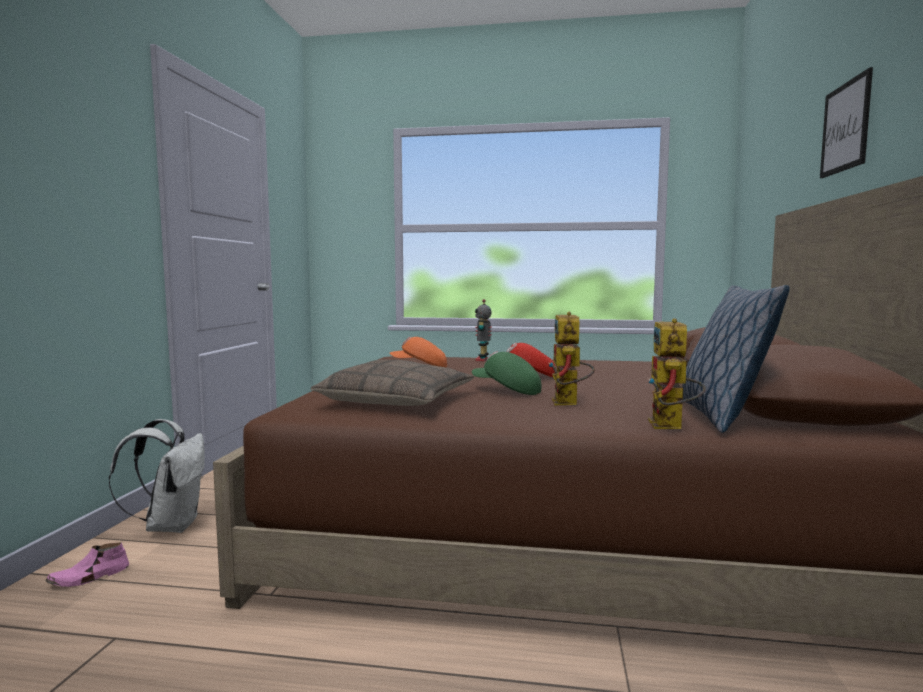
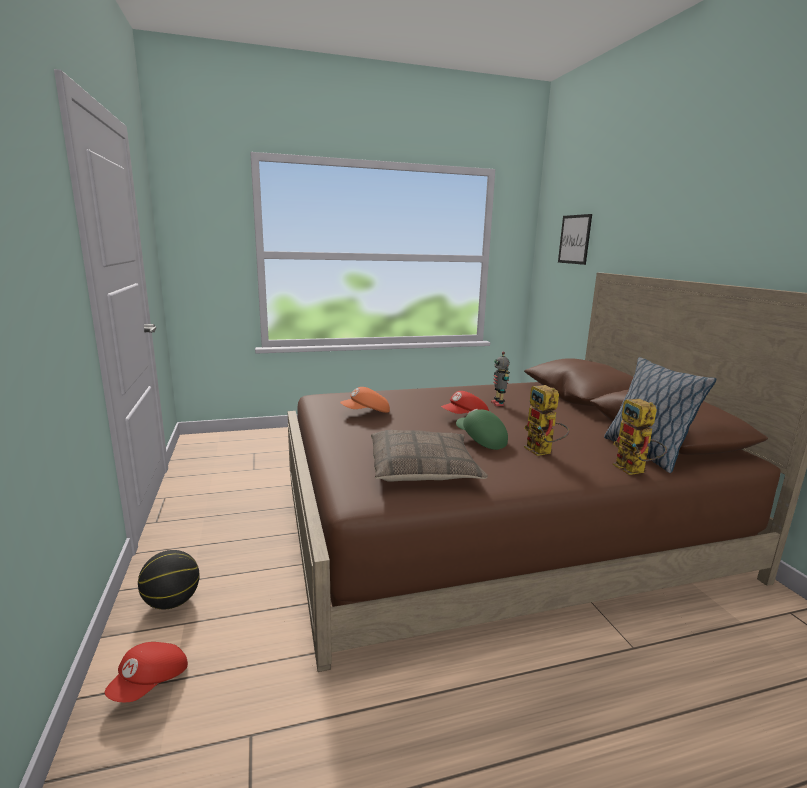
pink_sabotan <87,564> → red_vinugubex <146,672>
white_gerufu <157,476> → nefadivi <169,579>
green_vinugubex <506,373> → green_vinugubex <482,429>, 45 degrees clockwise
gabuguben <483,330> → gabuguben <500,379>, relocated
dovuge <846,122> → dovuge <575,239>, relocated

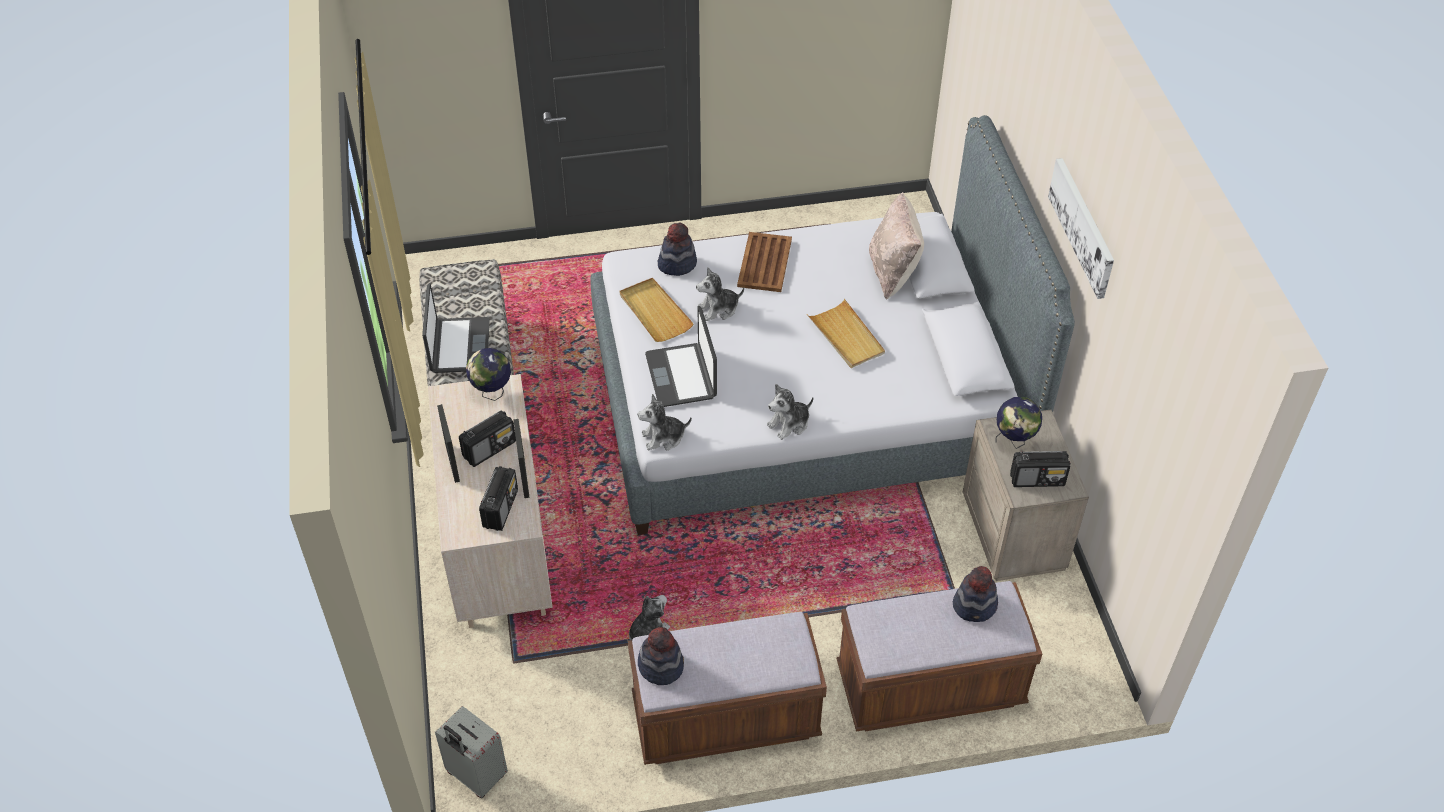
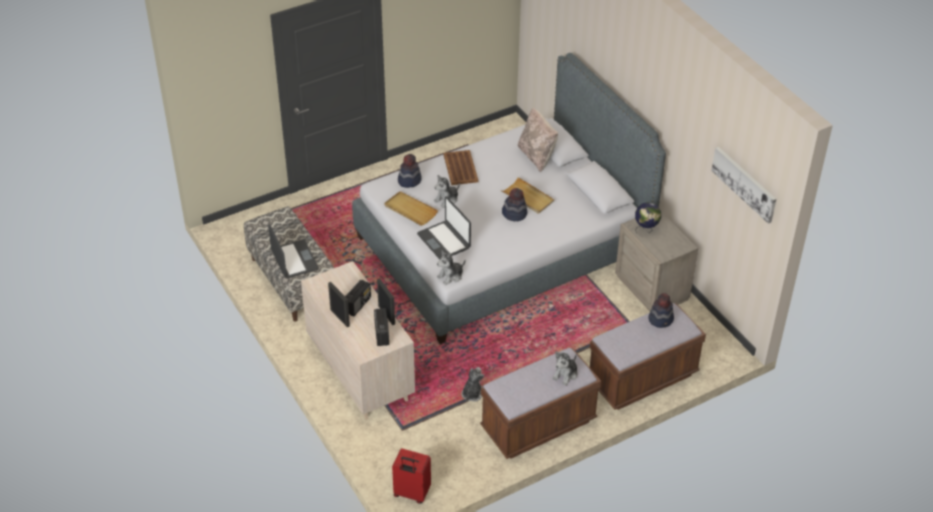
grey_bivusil <471,752> → red_bivusil <411,476>
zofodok <661,656> → zofodok <514,204>, relocated
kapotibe <790,412> → kapotibe <564,368>, relocated
dovuge <1081,228> → dovuge <743,185>, relocated
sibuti <488,374> → -
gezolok <1040,469> → -

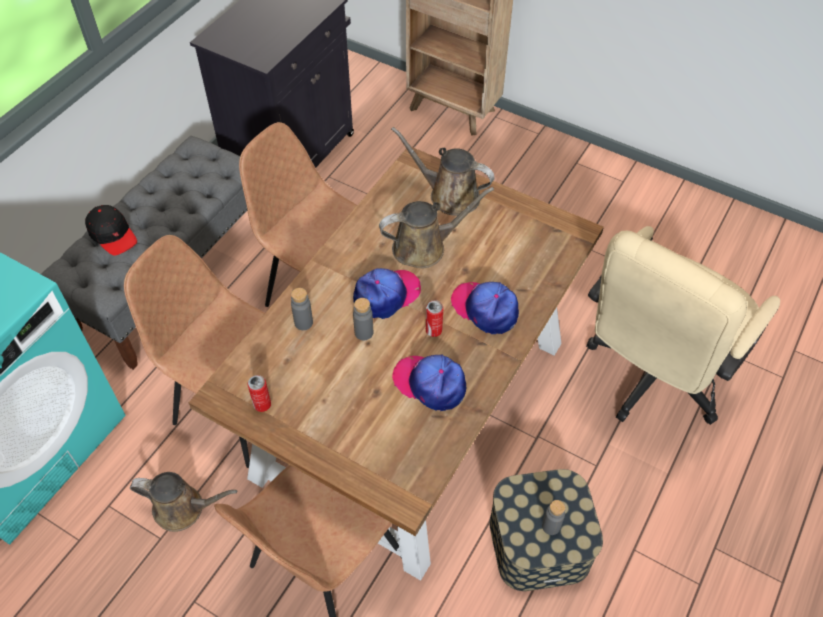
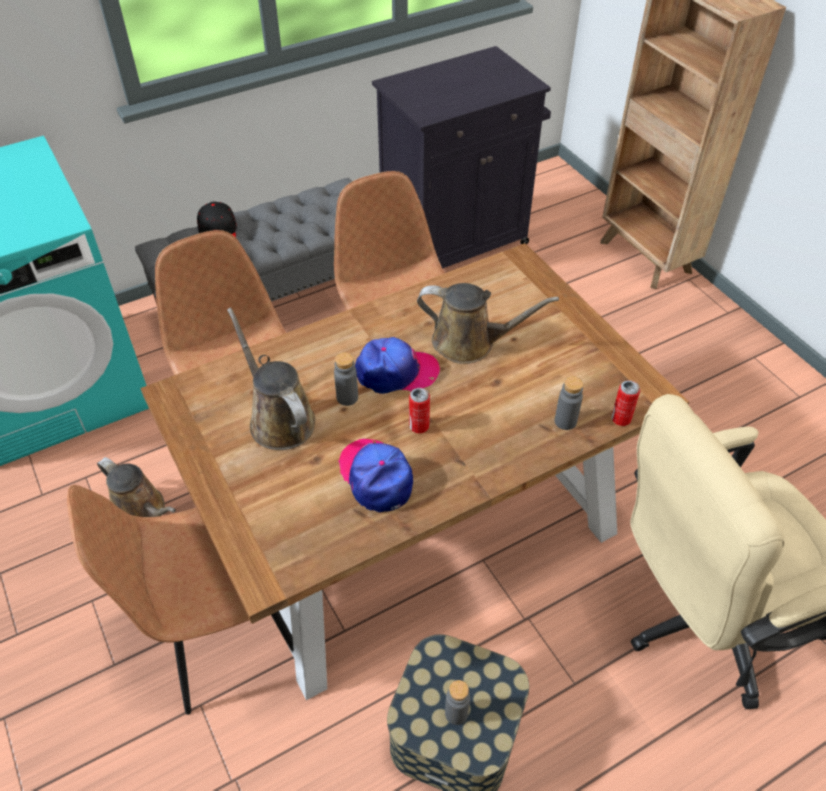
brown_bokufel <442,171> → brown_bokufel <271,379>, relocated
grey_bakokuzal <302,309> → grey_bakokuzal <569,403>, relocated
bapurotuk <259,393> → bapurotuk <625,403>, relocated
vinugubex <485,308> → -

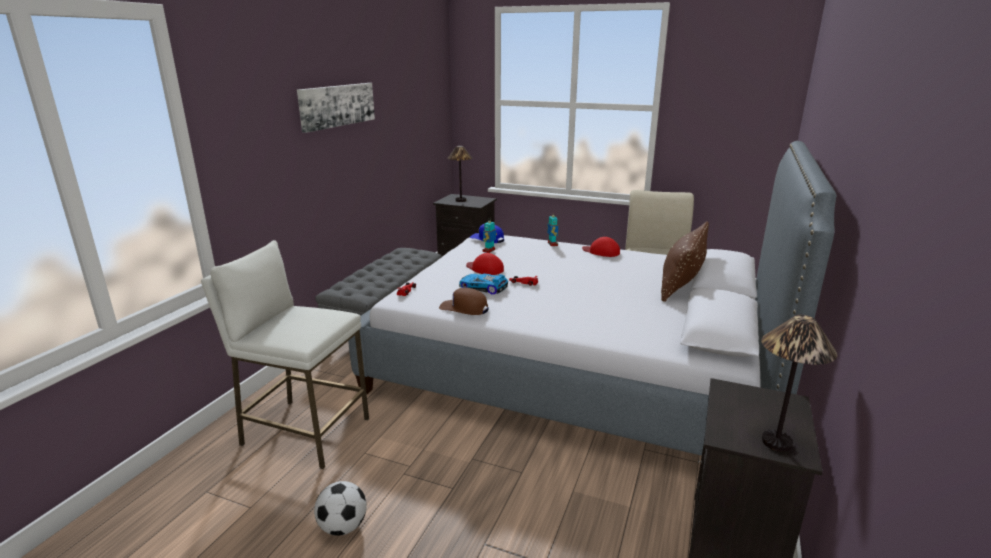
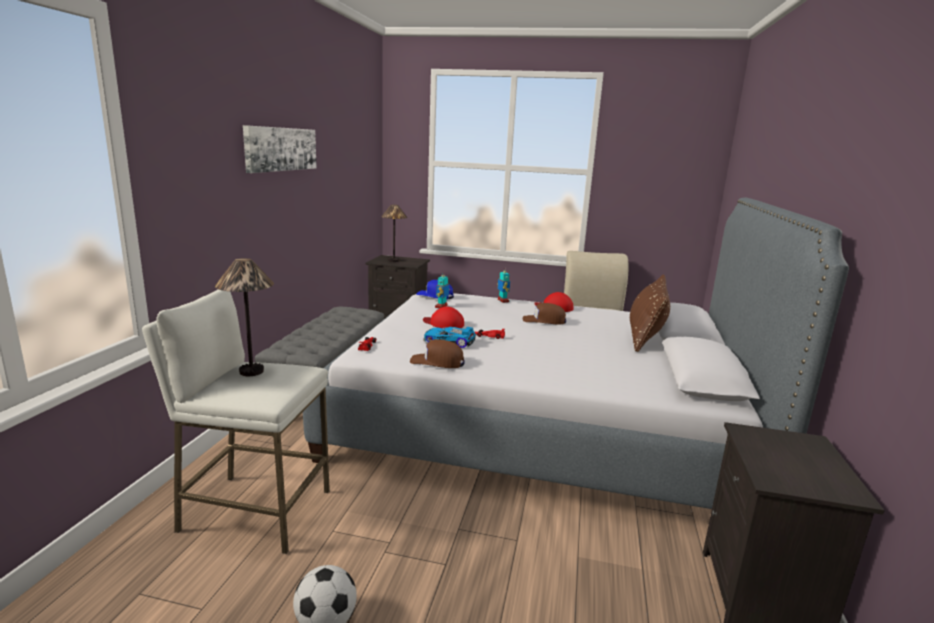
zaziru <799,383> → zaziru <244,317>, relocated
- → brown_vinugubex <544,314>

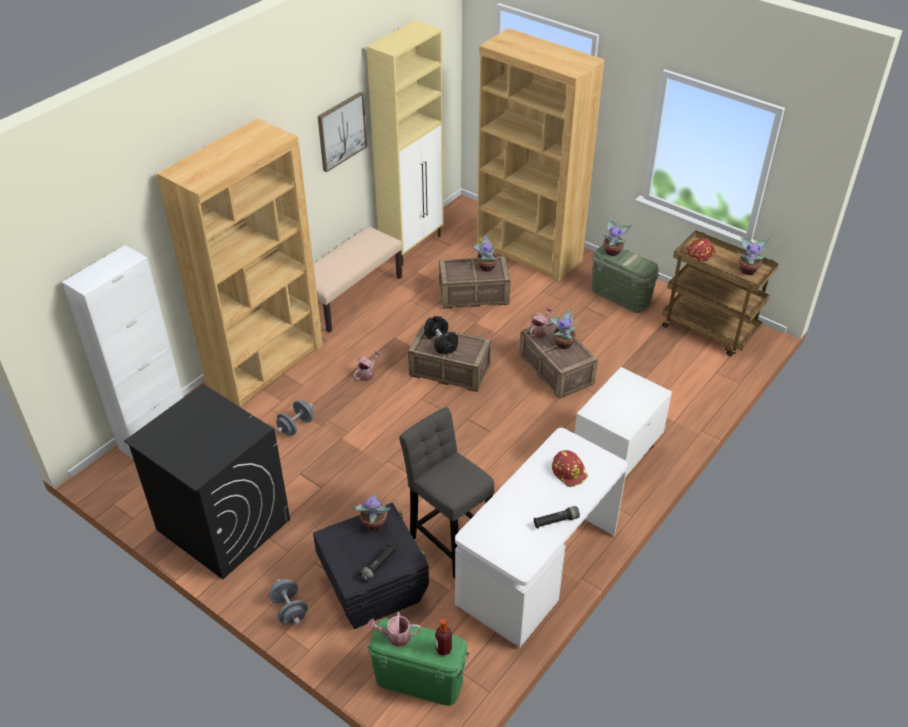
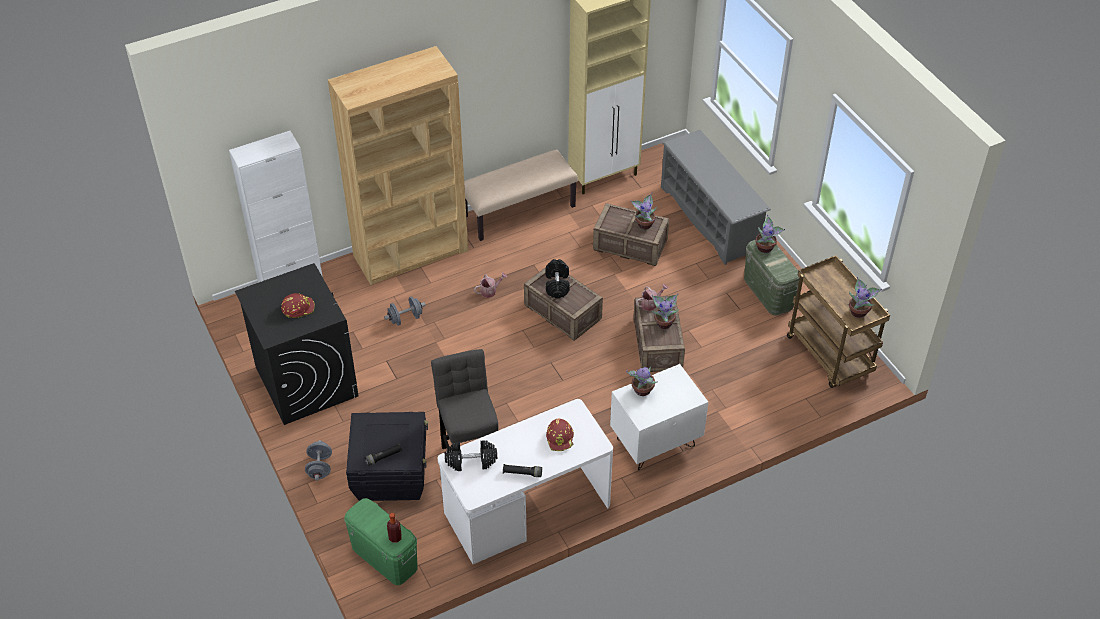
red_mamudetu <701,250> → red_mamudetu <298,305>, relocated
- → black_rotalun <471,455>
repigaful <371,512> → repigaful <641,381>, relocated
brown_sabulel <541,155> → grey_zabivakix <716,197>
dovuge <342,132> → -
bokufel <394,629> → -

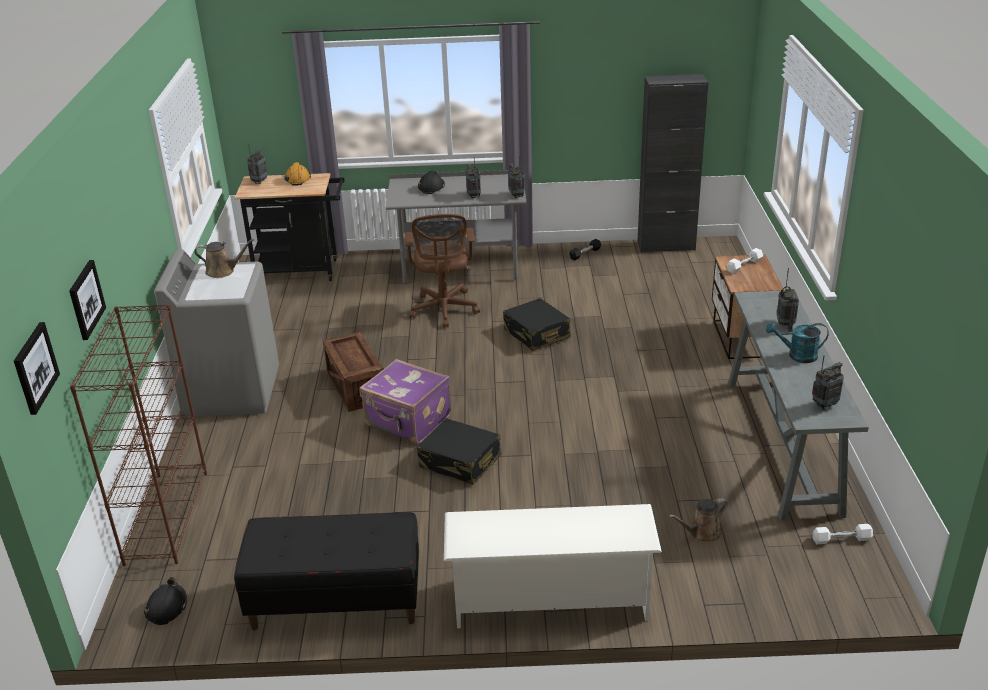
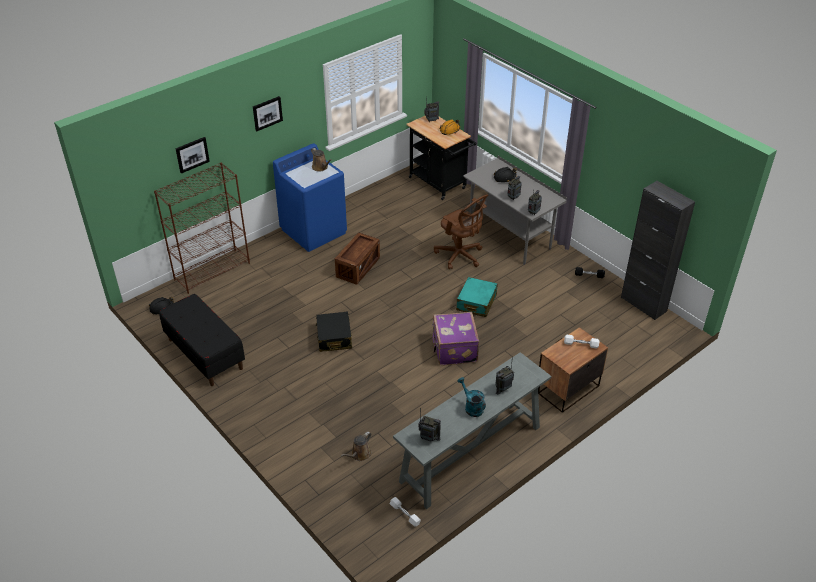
dovuge <37,368> → dovuge <268,113>, relocated
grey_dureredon <216,333> → blue_dureredon <310,197>
brown_bokufel <698,520> → brown_bokufel <356,446>, 75 degrees counterclockwise
purple_bivusil <405,401> → purple_bivusil <455,338>, relocated
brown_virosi <442,270> → brown_virosi <461,232>, 90 degrees counterclockwise
black_bivusil <537,324> → turquoise_bivusil <477,297>
white_zabivakix <553,566> → -

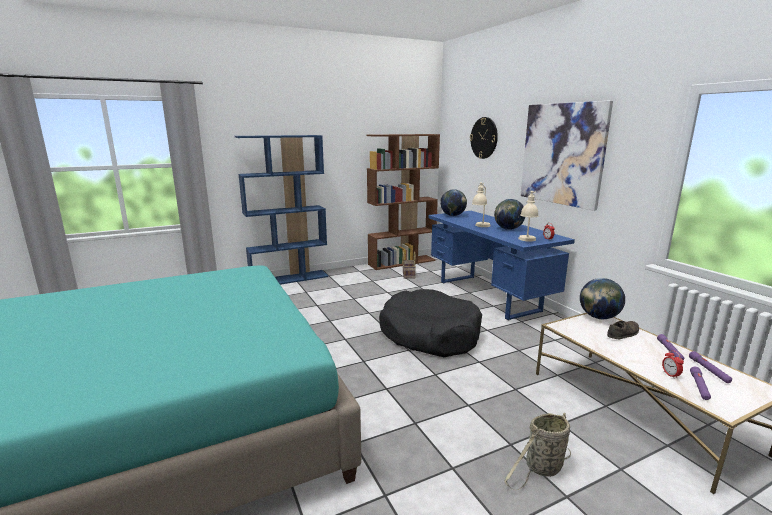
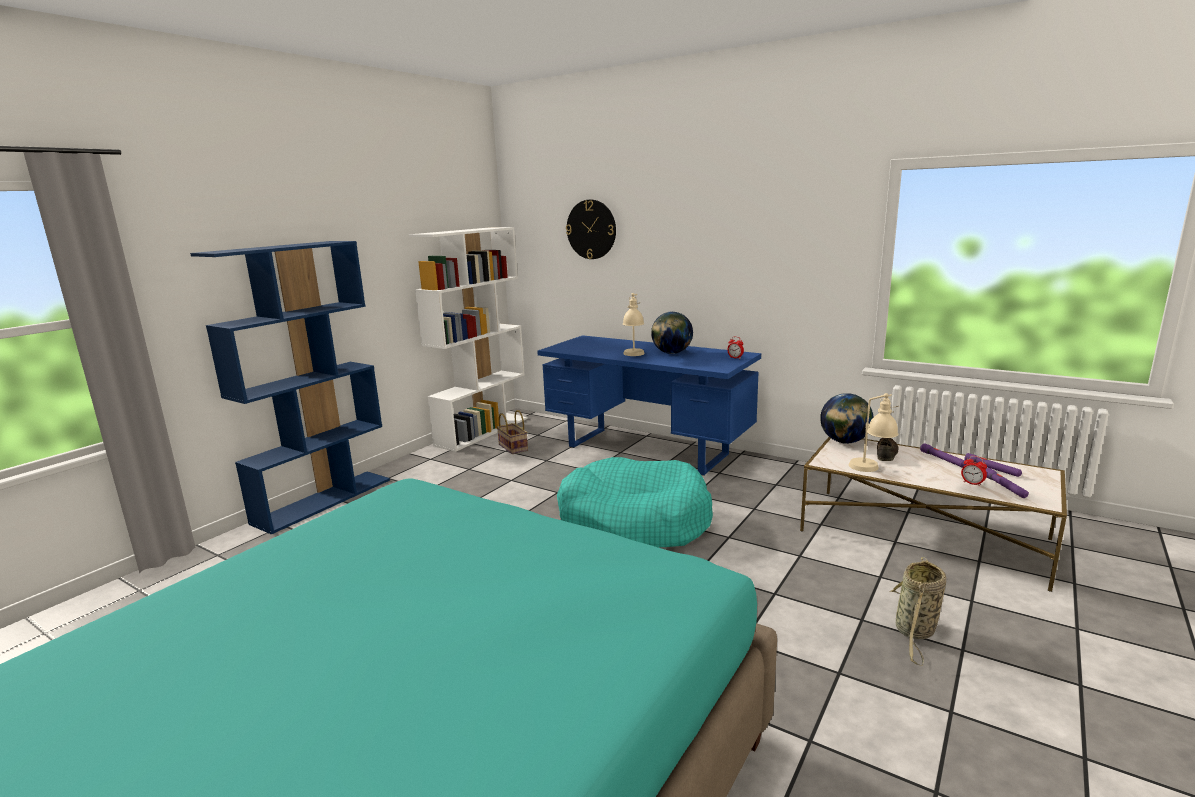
brown_sabulel <403,202> → white_sabulel <468,339>
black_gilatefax <430,323> → turquoise_gilatefax <635,502>
beige_zaziru <528,216> → beige_zaziru <874,432>, relocated
sibuti <453,202> → -
dovuge <566,155> → -

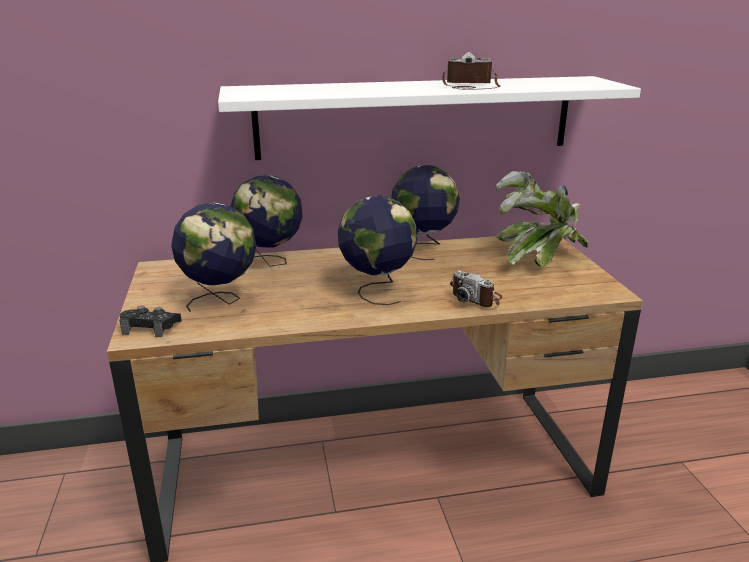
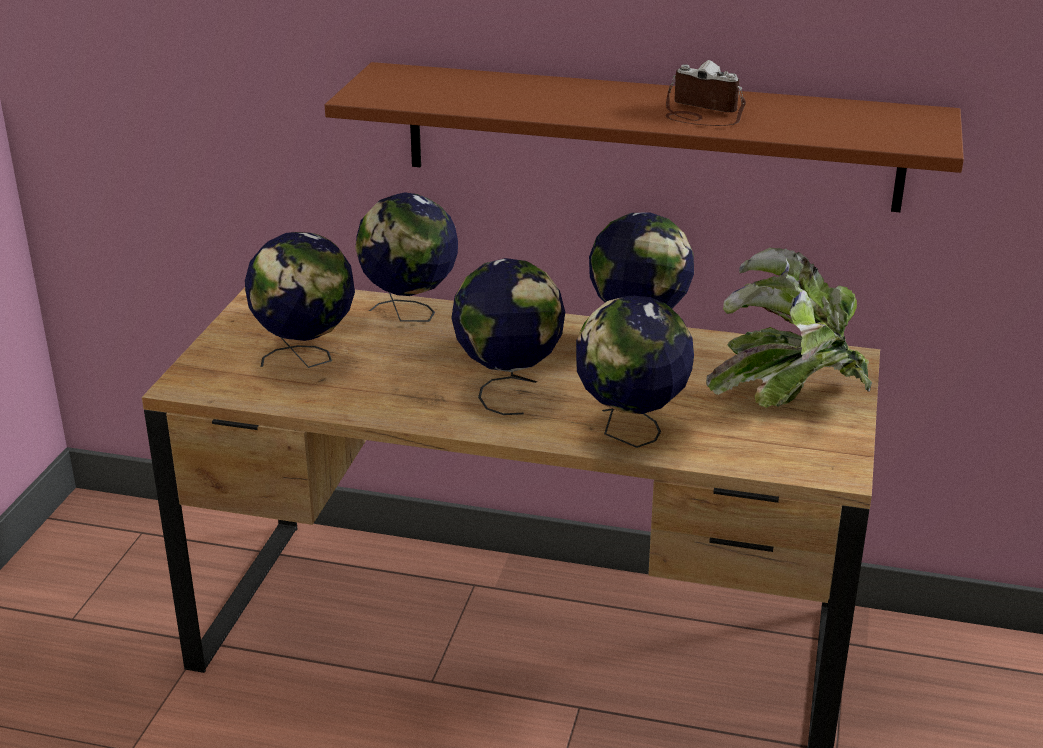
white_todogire <429,118> → brown_todogire <644,137>
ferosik <476,288> → sibuti <635,372>
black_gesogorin <150,321> → -

